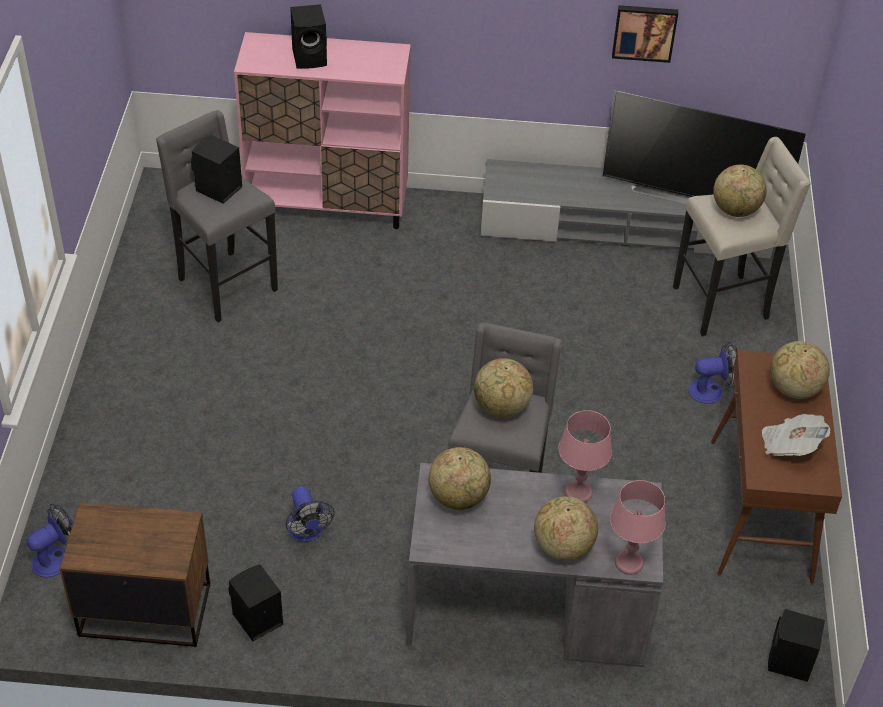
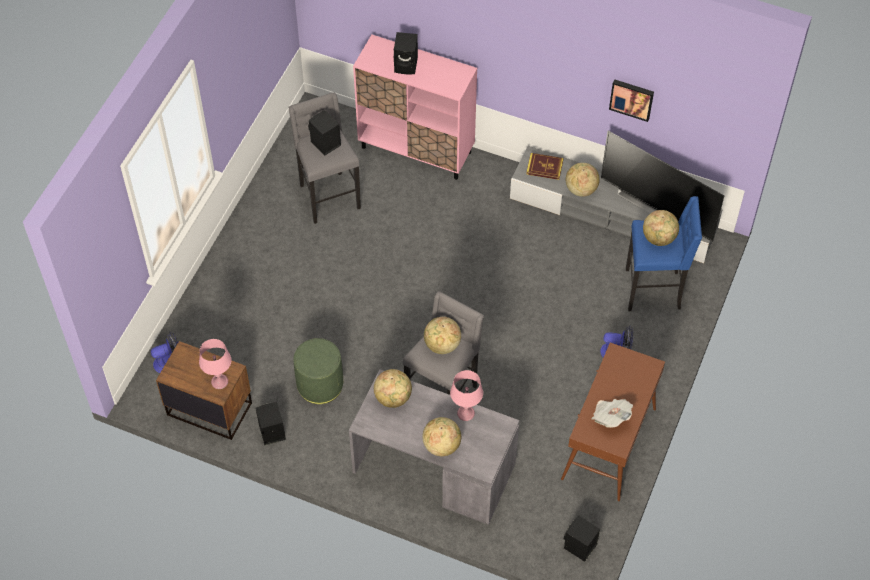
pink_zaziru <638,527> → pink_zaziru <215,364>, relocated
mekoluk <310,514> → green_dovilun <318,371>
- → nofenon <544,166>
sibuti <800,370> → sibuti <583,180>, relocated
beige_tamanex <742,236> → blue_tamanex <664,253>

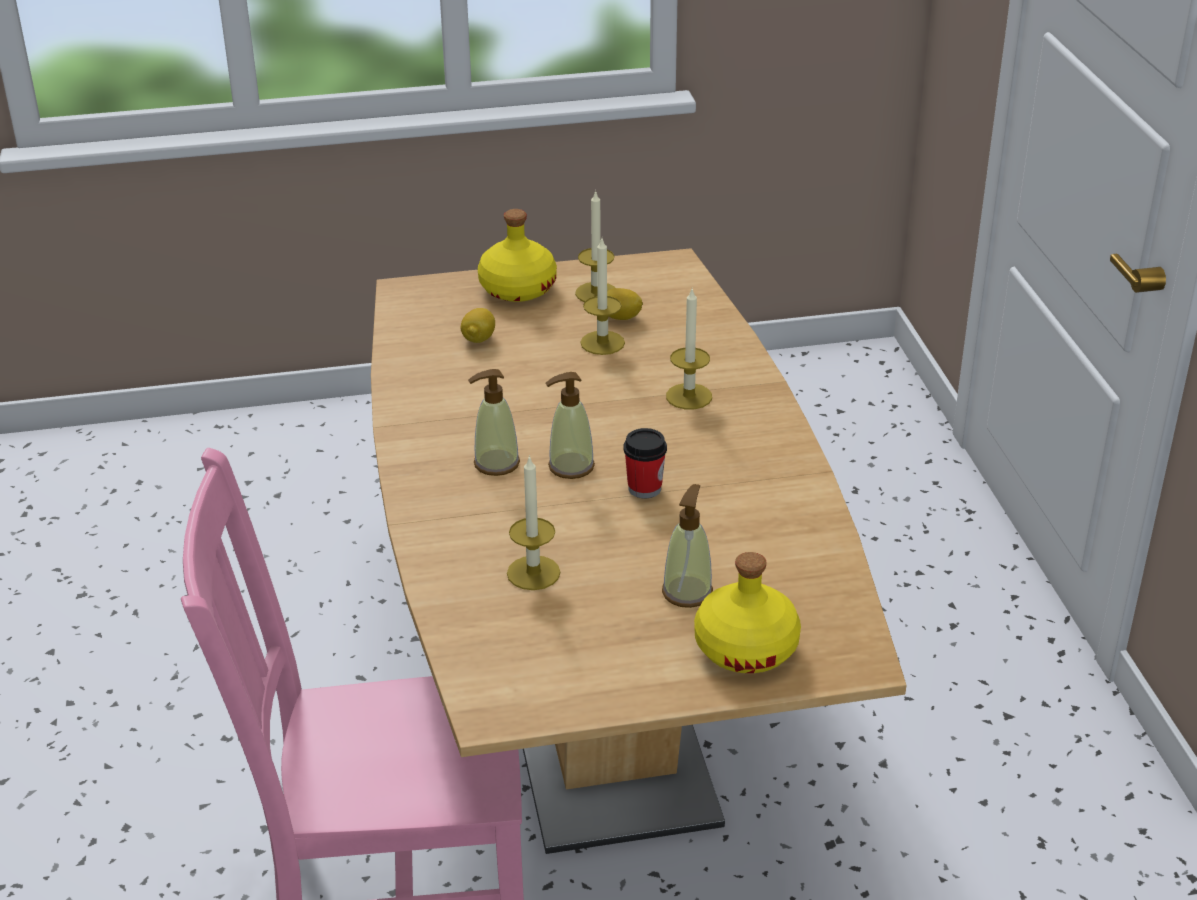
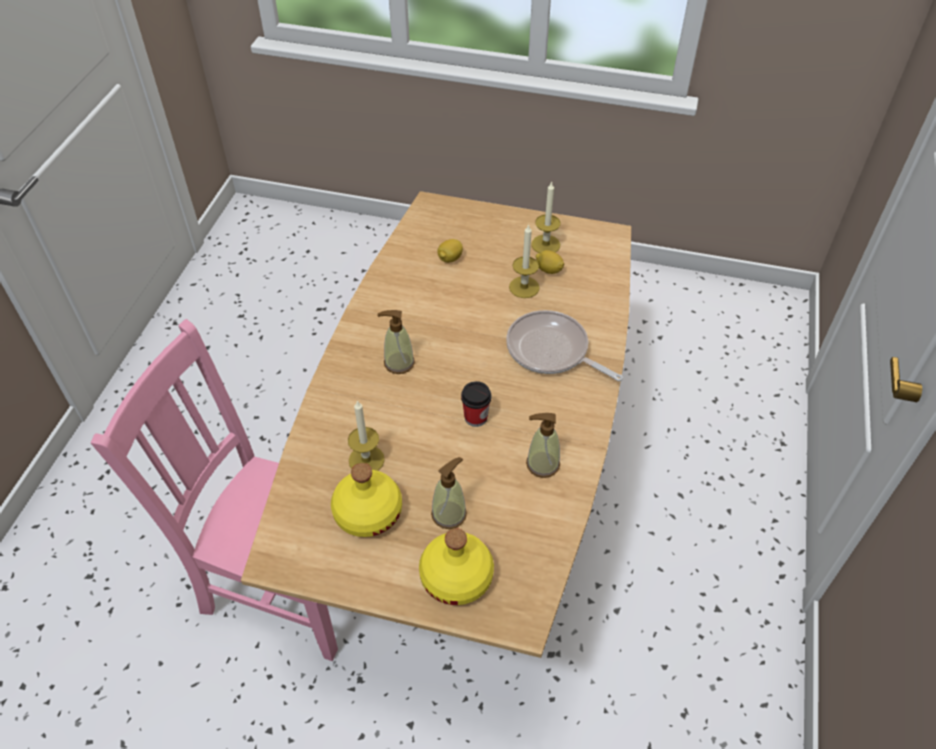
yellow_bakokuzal <517,255> → yellow_bakokuzal <366,500>, relocated
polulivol <689,349> → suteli <564,345>
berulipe <570,425> → berulipe <543,445>, relocated

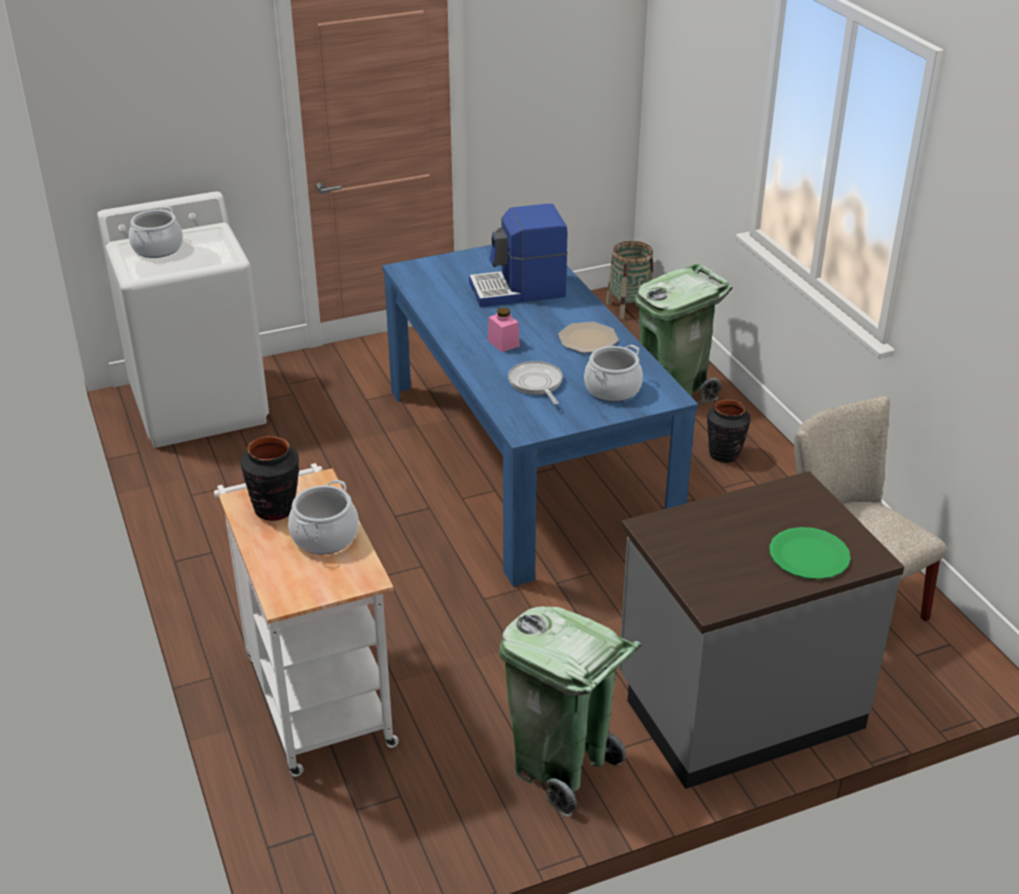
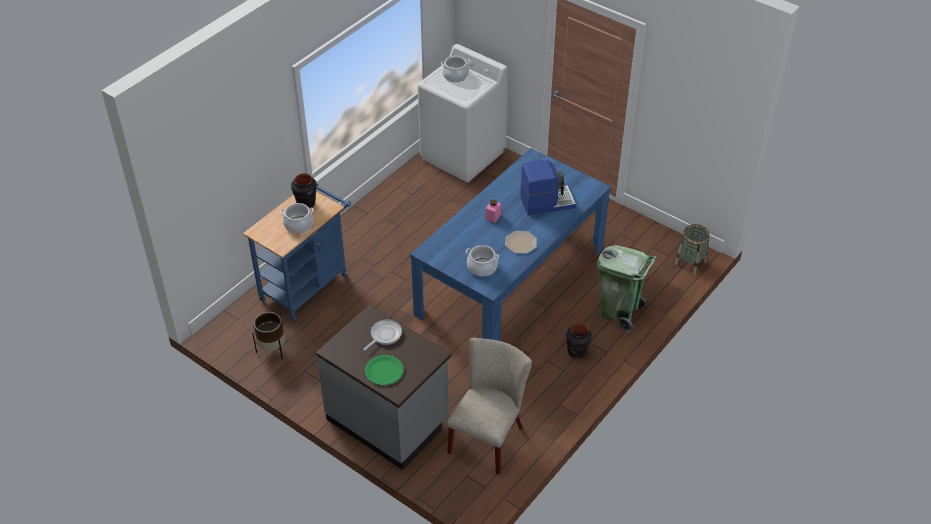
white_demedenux <306,620> → blue_demedenux <297,252>
- → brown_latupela <268,335>
suteli <535,383> → suteli <382,335>, relocated
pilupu <518,255> → pilupu <548,187>, 120 degrees clockwise
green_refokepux <570,711> → -

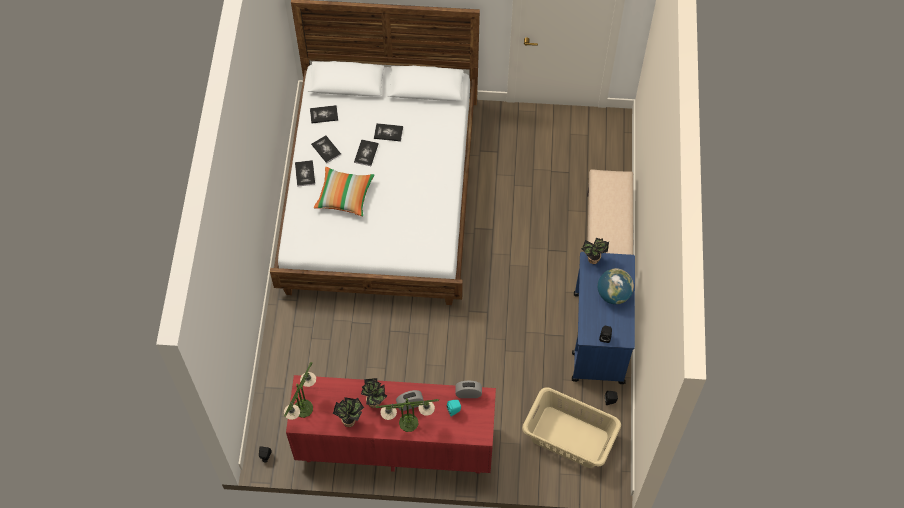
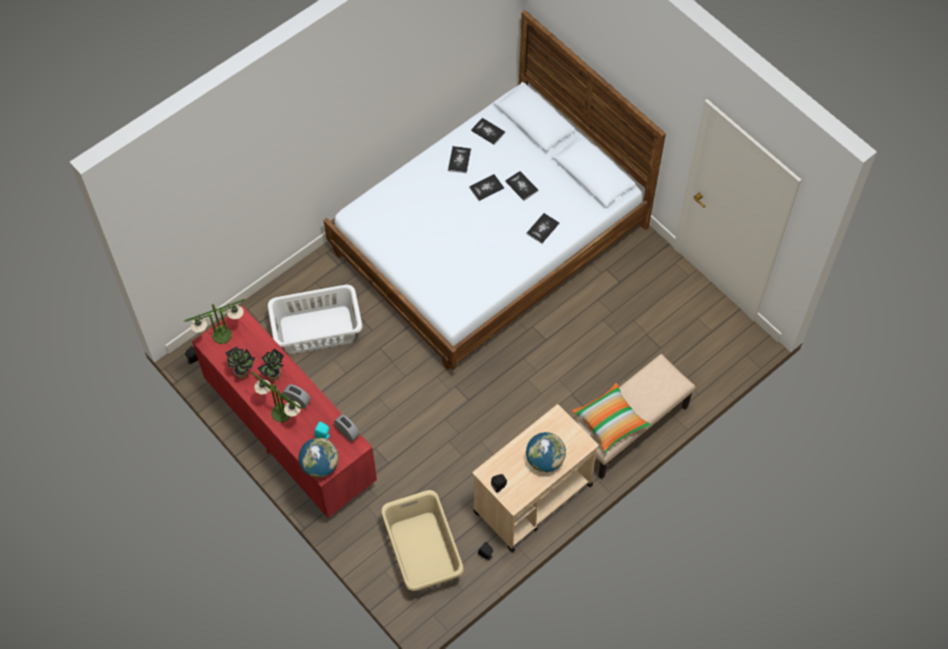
- → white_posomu <315,319>
- → sibuti <319,458>
blue_demedenux <603,318> → beige_demedenux <536,478>
nofenon <305,173> → nofenon <542,228>, relocated
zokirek <344,191> → zokirek <611,418>, relocated
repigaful <595,251> → -

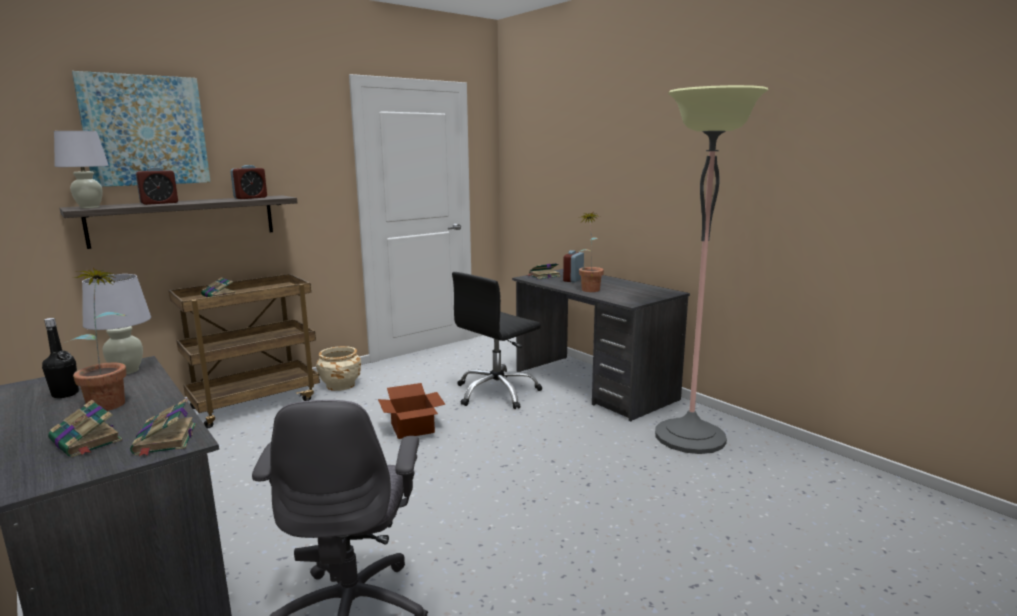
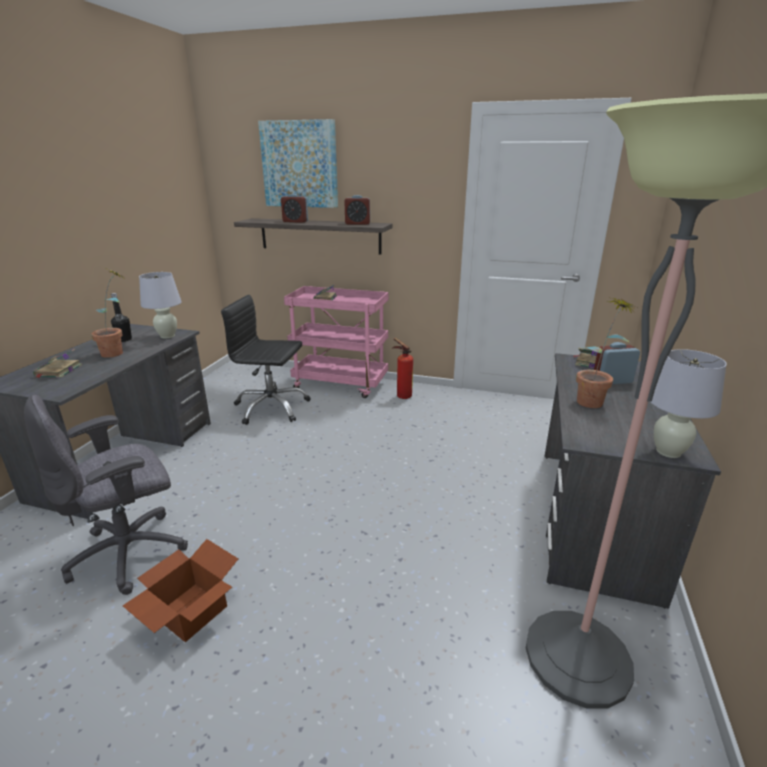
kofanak <412,411> → kofanak <180,590>, relocated
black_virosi <497,340> → black_virosi <266,360>, relocated
brown_demedenux <244,351> → pink_demedenux <336,342>
beige_latupela <338,368> → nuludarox <402,368>
white_zaziru <81,170> → white_zaziru <689,403>, relocated
nofenon <163,427> → -

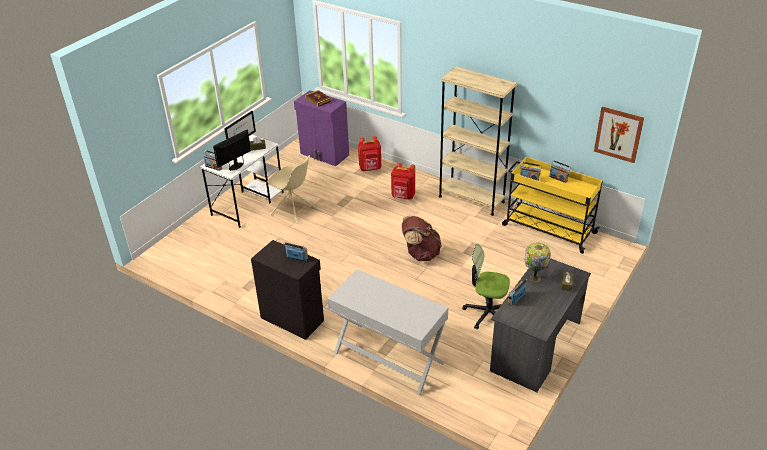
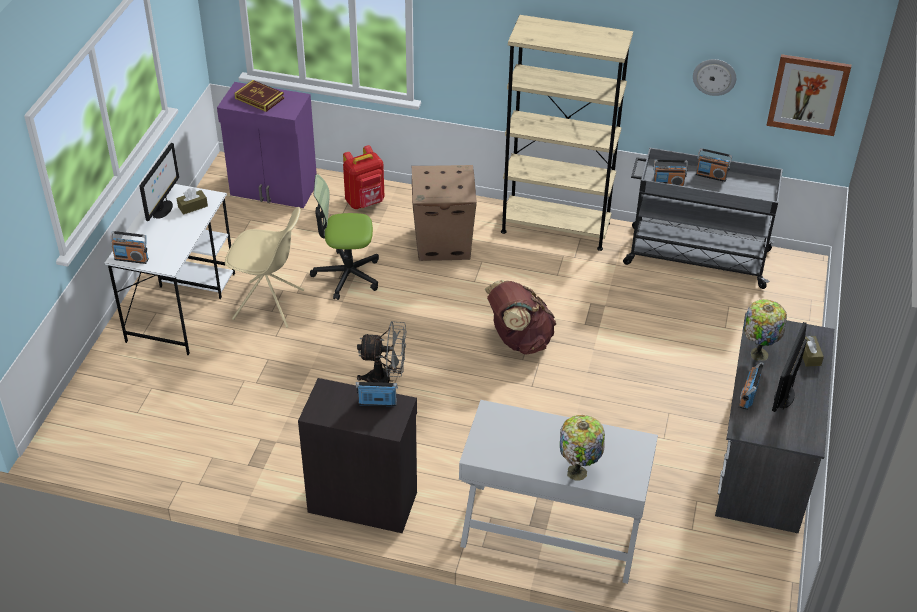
virosi <486,287> → virosi <344,237>, relocated
- → grey_mekoluk <381,352>
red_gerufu <403,181> → kofanak <444,213>
- → zaziru <582,448>
yellow_demedenux <552,205> → grey_demedenux <703,218>
- → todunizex <714,77>
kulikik <232,150> → kulikik <789,367>, relocated

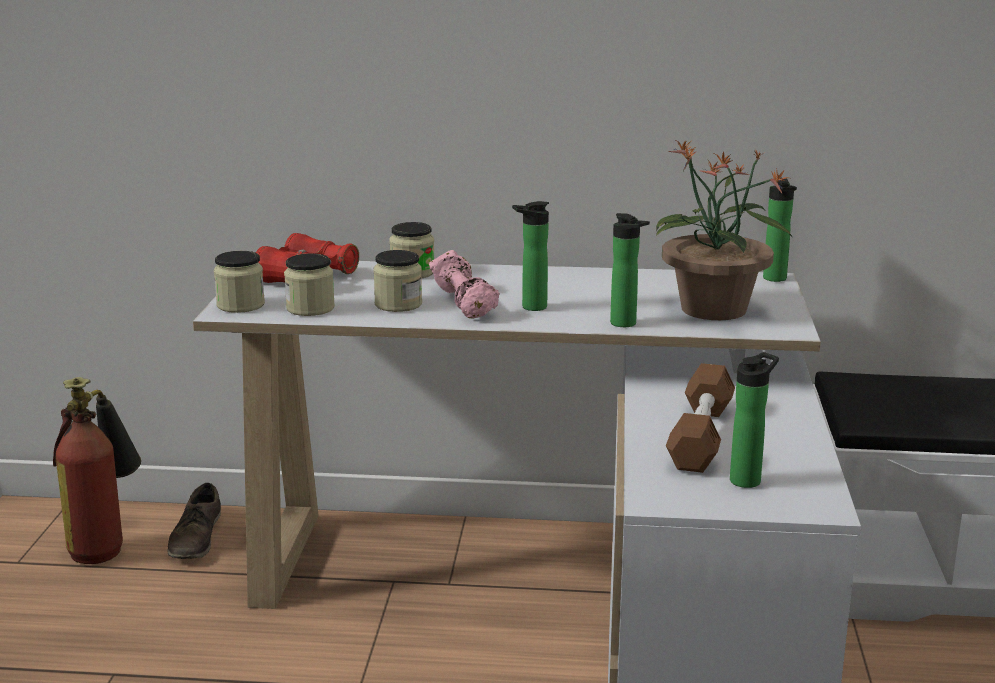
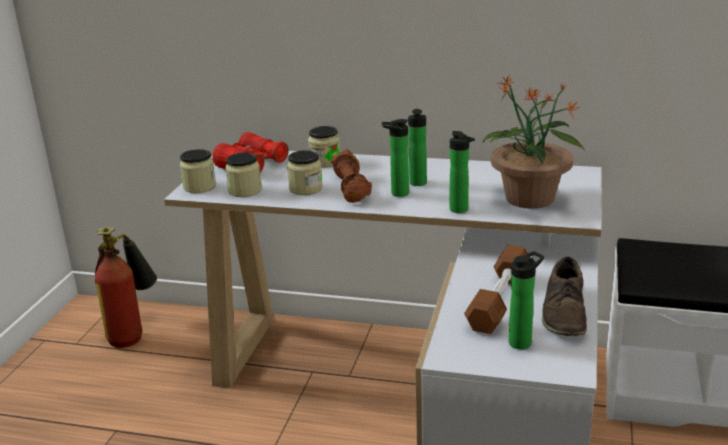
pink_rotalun <464,284> → brown_rotalun <351,176>
bakokuzal <780,230> → bakokuzal <417,147>, relocated
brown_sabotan <194,521> → brown_sabotan <564,296>, relocated

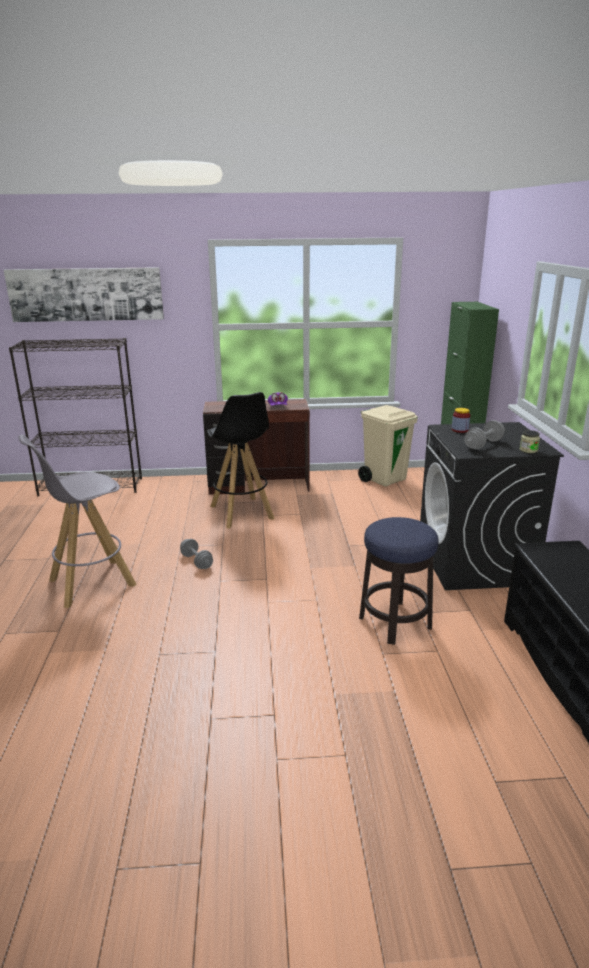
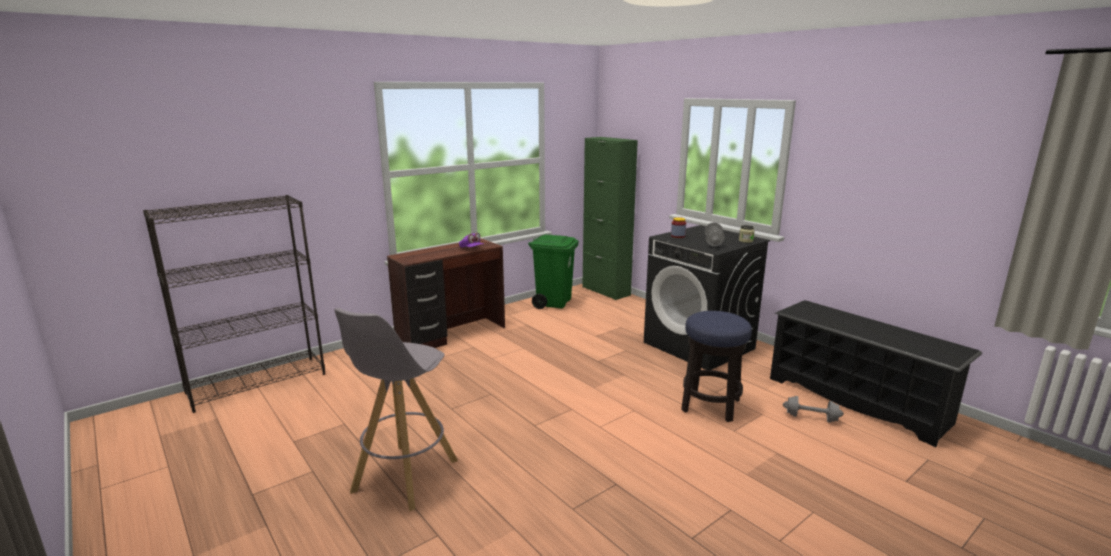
beige_refokepux <388,446> → green_refokepux <553,272>
grey_rotalun <196,554> → grey_rotalun <813,409>, relocated
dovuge <84,294> → -
black_tamanex <240,460> → -

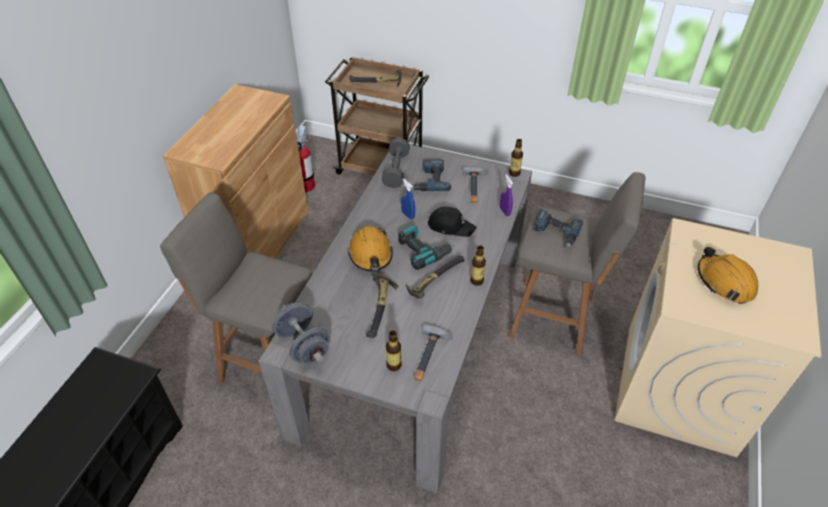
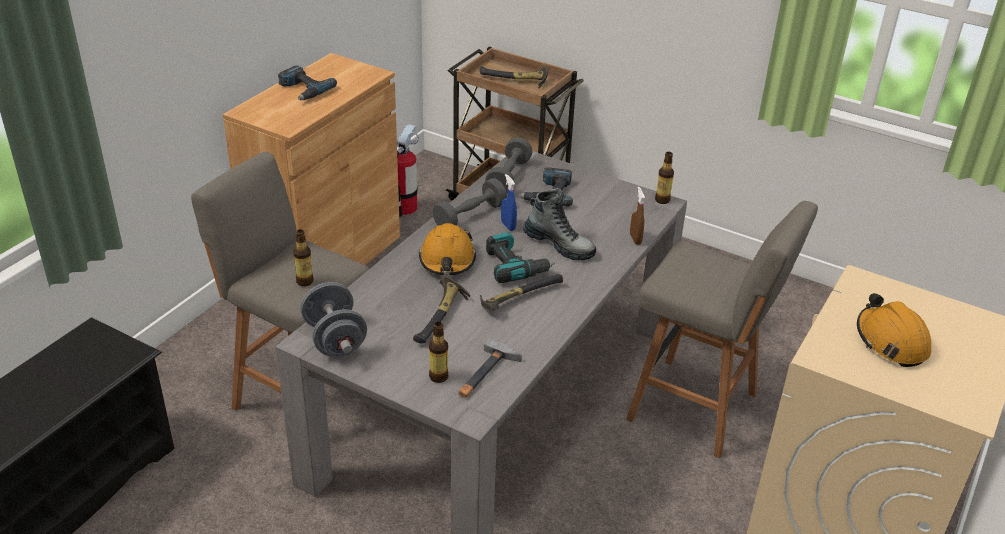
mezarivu <557,228> → mezarivu <307,82>, relocated
bakokuzal <478,266> → bakokuzal <303,257>, relocated
- → grey_rotalun <470,201>
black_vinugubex <451,221> → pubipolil <559,224>
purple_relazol <506,195> → brown_relazol <637,216>
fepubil <475,185> → -

